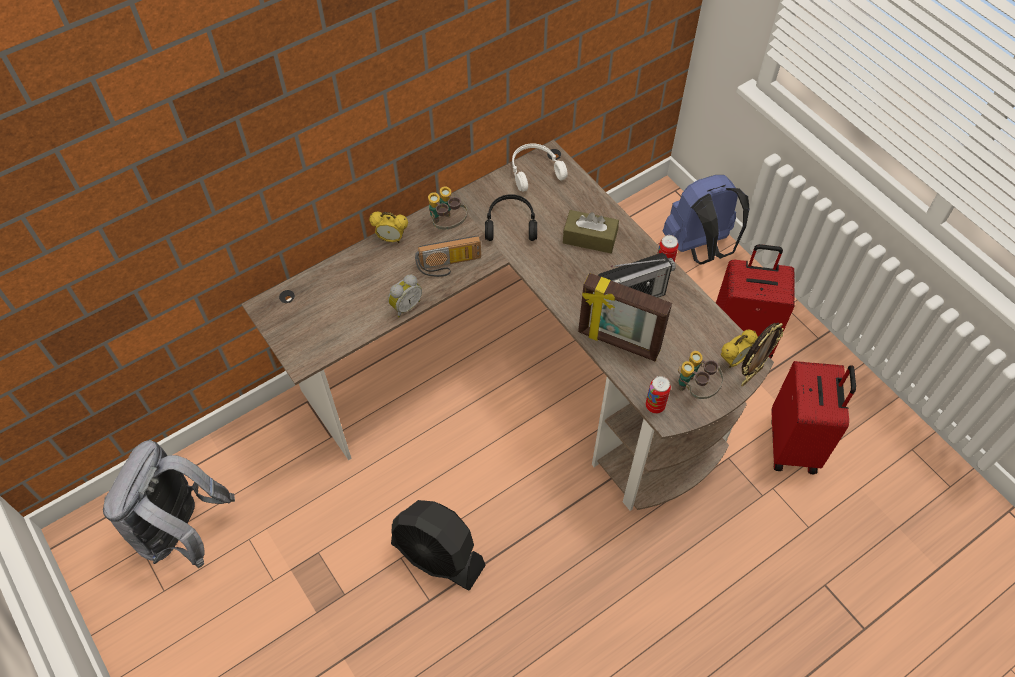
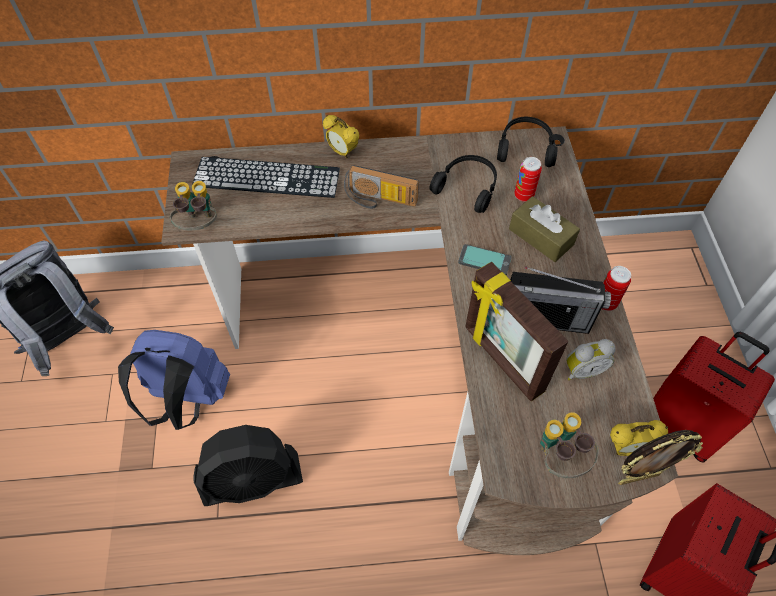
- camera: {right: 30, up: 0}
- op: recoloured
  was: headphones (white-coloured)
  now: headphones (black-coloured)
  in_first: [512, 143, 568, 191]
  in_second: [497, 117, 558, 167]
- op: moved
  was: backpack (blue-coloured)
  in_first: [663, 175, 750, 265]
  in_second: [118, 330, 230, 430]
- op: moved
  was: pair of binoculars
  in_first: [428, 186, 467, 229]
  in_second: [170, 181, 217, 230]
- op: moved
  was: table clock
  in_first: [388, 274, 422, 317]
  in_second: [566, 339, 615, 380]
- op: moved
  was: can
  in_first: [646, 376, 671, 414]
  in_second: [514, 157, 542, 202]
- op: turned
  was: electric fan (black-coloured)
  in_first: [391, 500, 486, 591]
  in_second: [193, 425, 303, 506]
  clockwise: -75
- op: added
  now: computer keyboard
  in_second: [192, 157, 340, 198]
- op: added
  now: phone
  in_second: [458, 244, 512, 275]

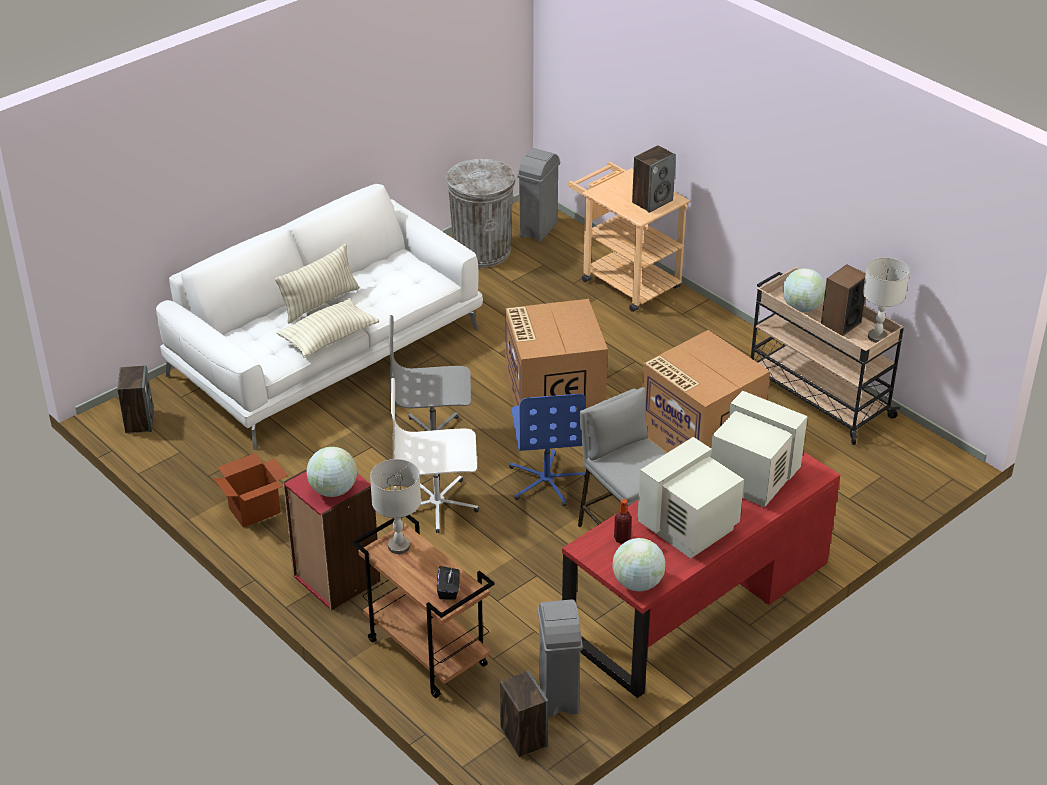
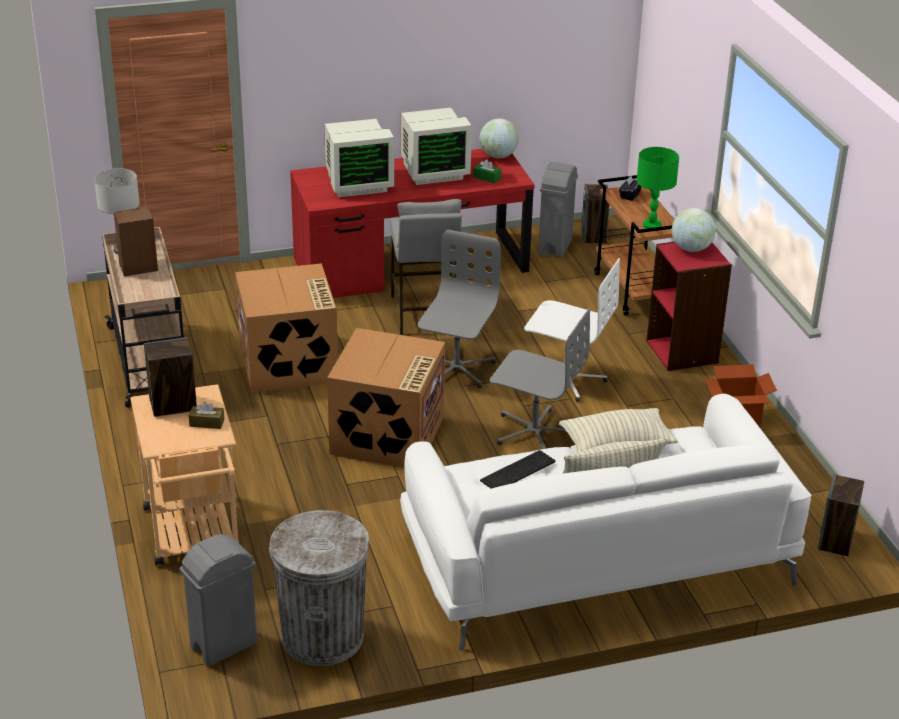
- camera: {right: -155, up: -5}
- op: removed
  was: desk globe
  in_first: [783, 268, 826, 312]
- op: turned
  was: monitor
  in_first: [711, 391, 807, 507]
  in_second: [324, 119, 394, 197]
  clockwise: -75
- op: recoloured
  was: desk chair (blue-coloured)
  now: desk chair (gray)
  in_first: [509, 394, 586, 507]
  in_second: [418, 230, 501, 388]
- op: recoloured
  was: table lamp (gray)
  now: table lamp (green-coloured)
  in_first: [370, 459, 421, 554]
  in_second: [637, 147, 679, 229]
- op: replaced
  was: bottle
  now: tissue box (green-coloured)
  in_first: [614, 499, 632, 544]
  in_second: [473, 159, 501, 183]
- op: added
  now: tissue box (brown-coloured)
  in_second: [189, 401, 224, 429]
- op: added
  now: computer keyboard
  in_second: [480, 450, 556, 489]

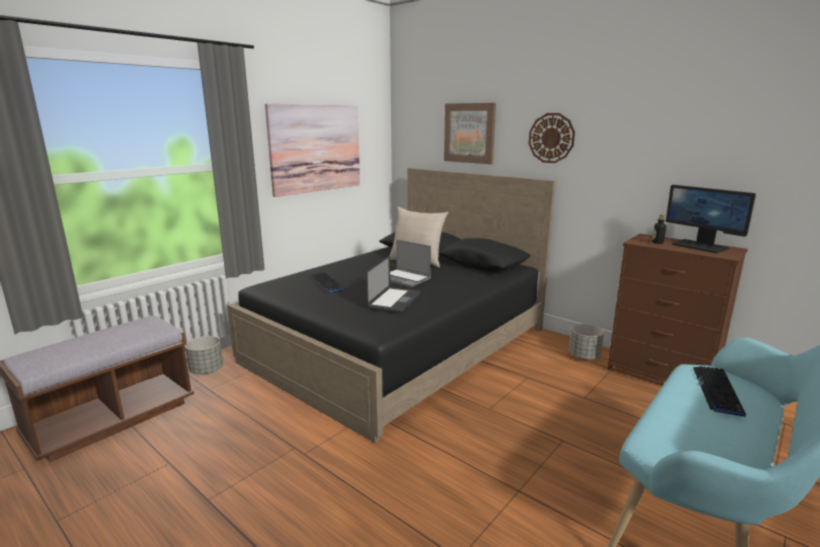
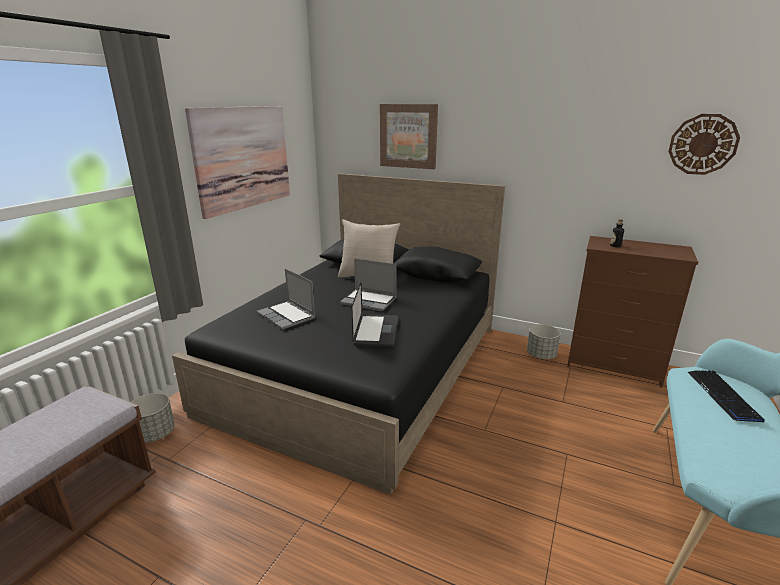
- camera: {right: -15, up: 5}
- op: moved
  was: hanging clock
  in_first: [529, 113, 575, 163]
  in_second: [668, 114, 740, 175]
- op: removed
  was: monitor
  in_first: [666, 185, 756, 253]
- op: replaced
  was: computer keyboard
  now: portable computer
  in_first: [309, 272, 345, 293]
  in_second: [257, 268, 315, 330]

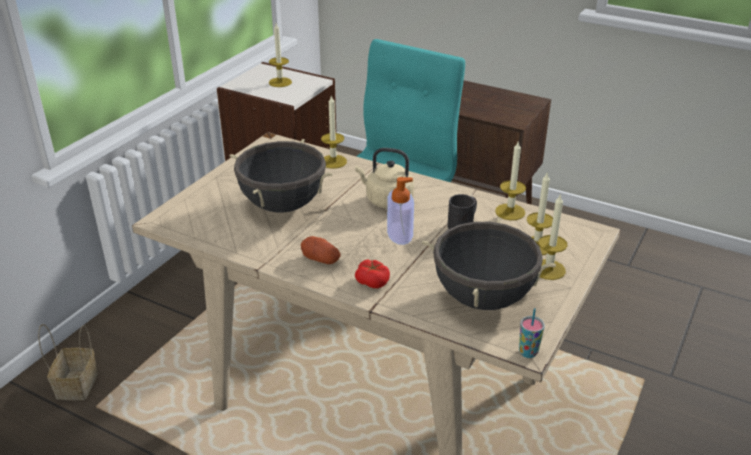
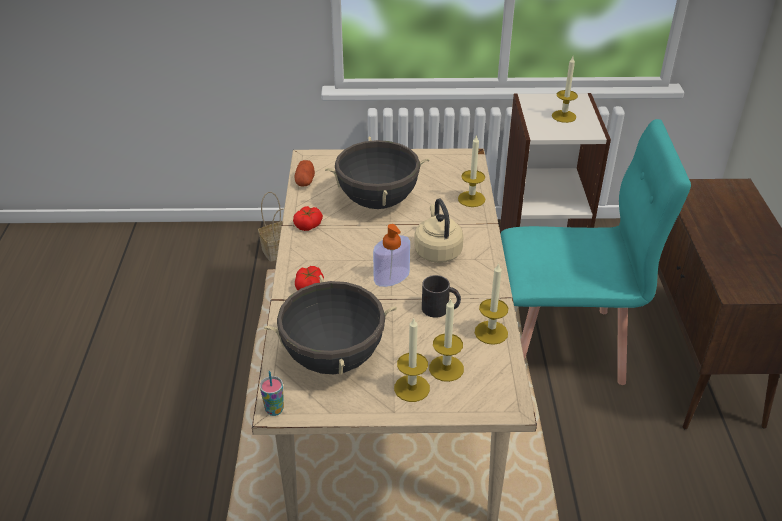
- camera: {right: 60, up: 5}
- op: moved
  was: spud
  in_first: [301, 236, 341, 264]
  in_second: [295, 160, 315, 187]
- op: added
  now: fresh tomato
  in_second: [293, 206, 323, 231]

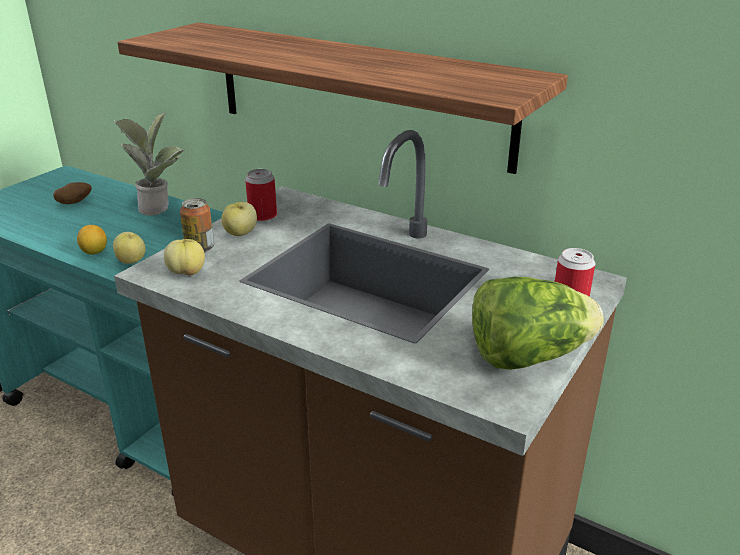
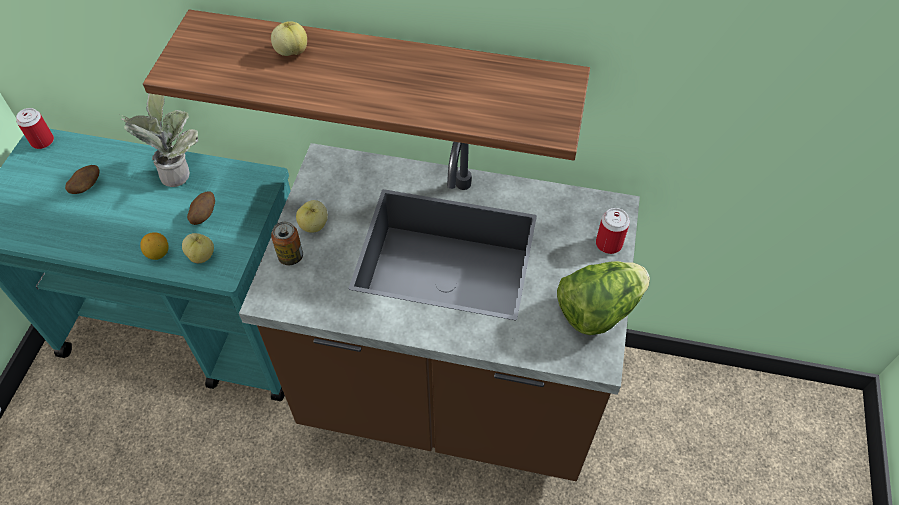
- camera: {right: -20, up: 25}
- op: moved
  was: can
  in_first: [245, 169, 277, 222]
  in_second: [16, 108, 54, 149]
- op: moved
  was: whole apple
  in_first: [164, 239, 205, 276]
  in_second: [271, 21, 307, 56]
- op: added
  now: spud
  in_second: [187, 191, 215, 225]

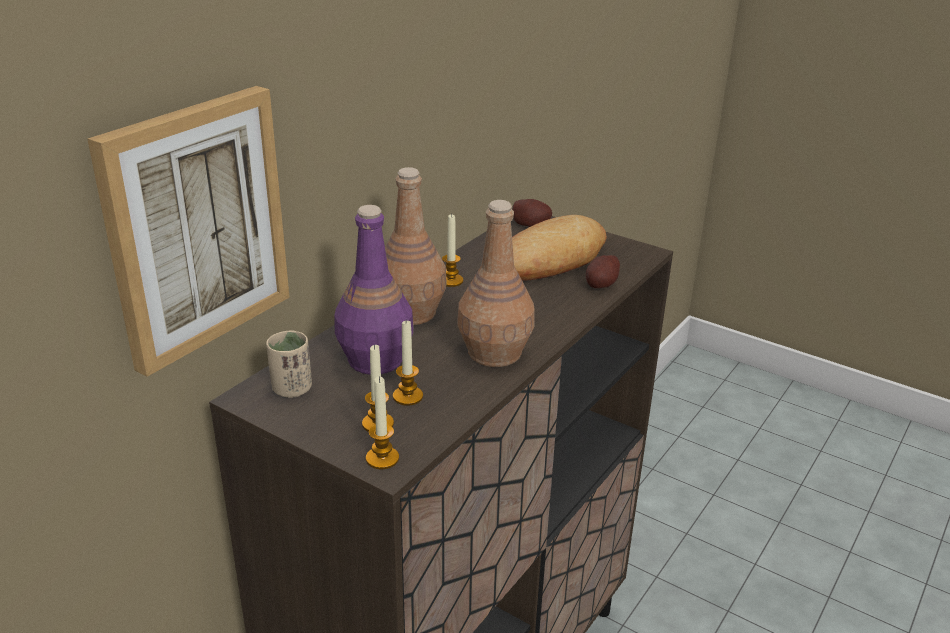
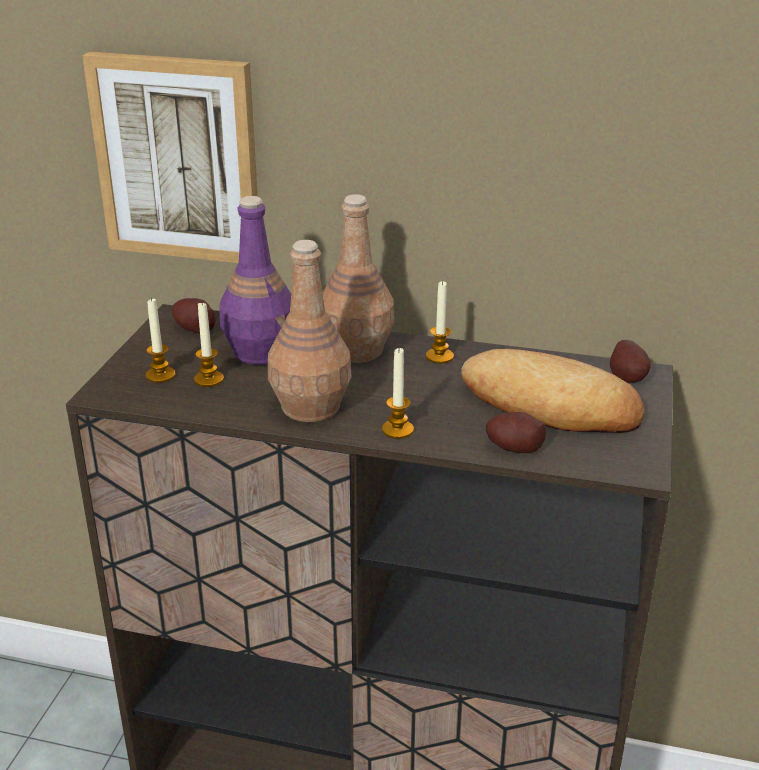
- camera: {right: 70, up: 0}
- op: replaced
  was: cup (beige-coloured)
  now: spud
  in_first: [266, 330, 312, 398]
  in_second: [172, 298, 216, 333]
- op: moved
  was: wax light
  in_first: [366, 377, 399, 469]
  in_second: [382, 348, 414, 439]

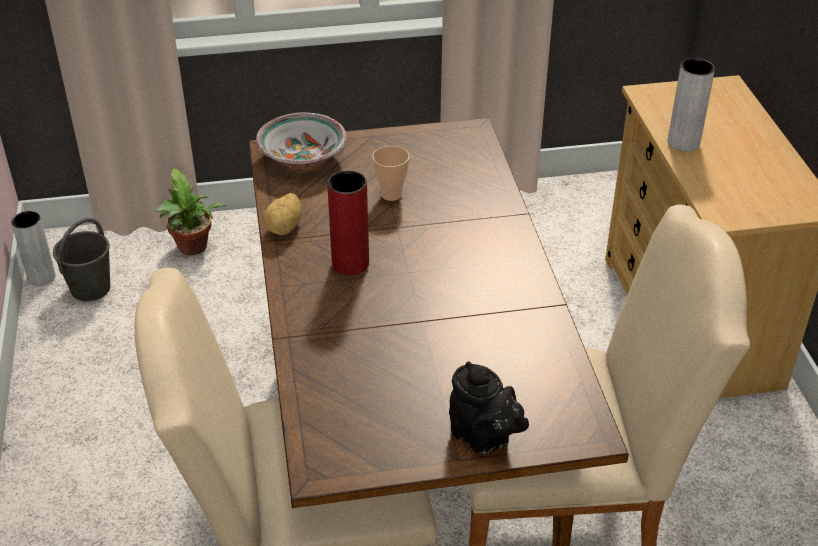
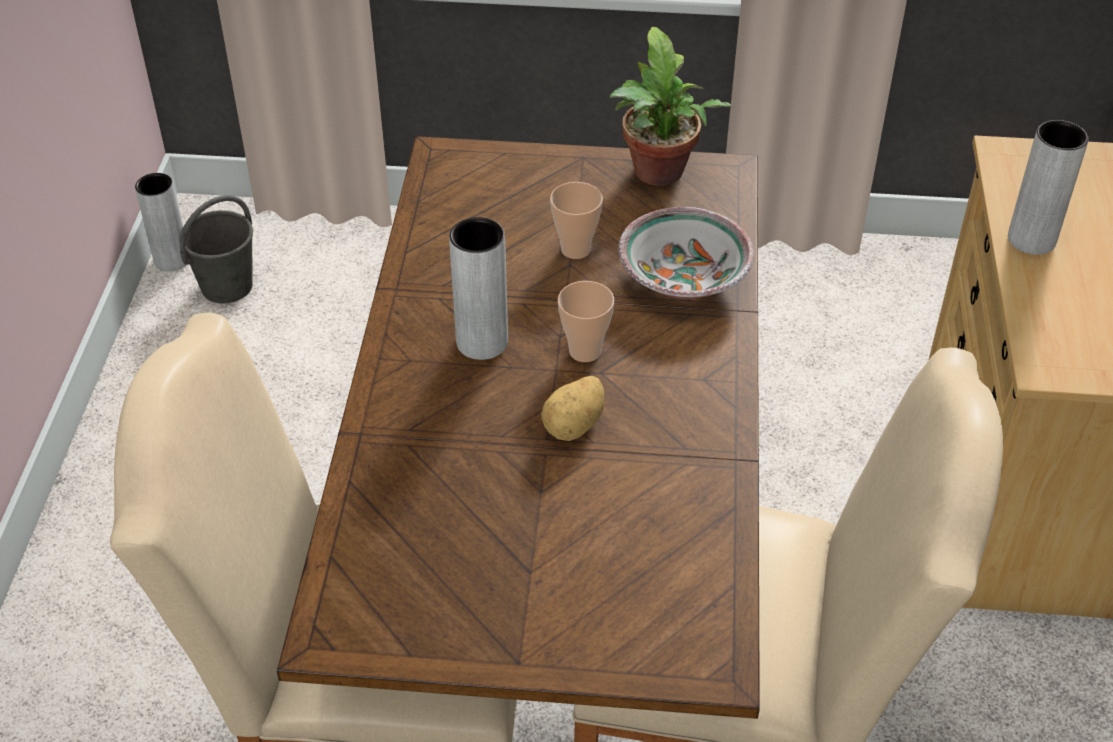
- camera: {right: 15, up: 5}
- op: moved
  was: deep dish
  in_first: [256, 112, 347, 169]
  in_second: [618, 207, 754, 299]
- op: moved
  was: houseplant
  in_first: [155, 168, 226, 255]
  in_second: [610, 27, 732, 185]
- op: recoloured
  was: vase (red)
  now: vase (gray)
  in_first: [327, 171, 369, 275]
  in_second: [449, 217, 508, 360]
- op: moved
  was: spud
  in_first: [263, 193, 302, 235]
  in_second: [541, 376, 604, 441]
- op: removed
  was: teapot (black-coloured)
  in_first: [449, 362, 529, 454]
- op: added
  now: cup
  in_second: [558, 281, 614, 362]

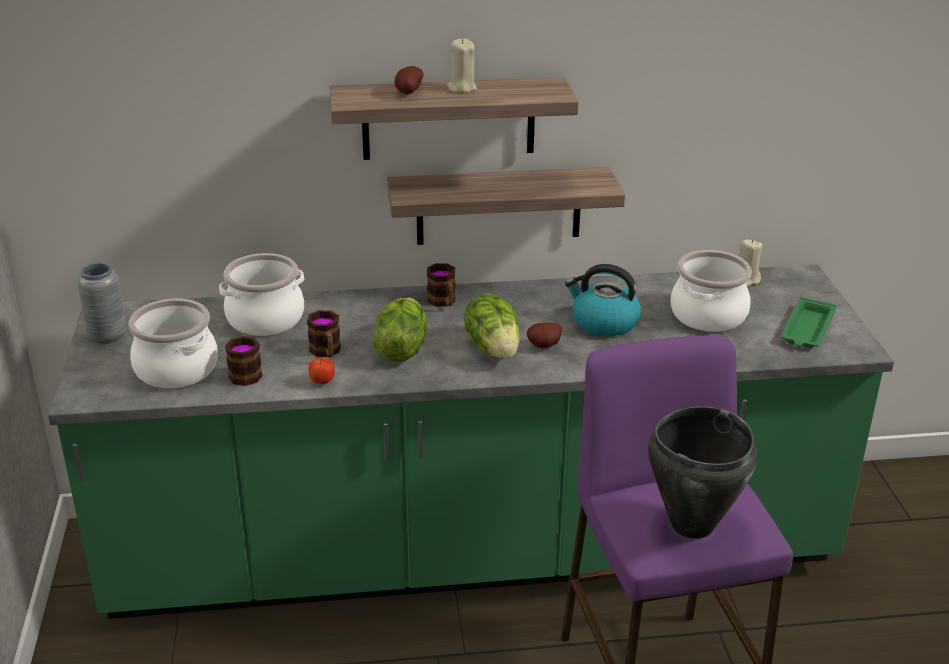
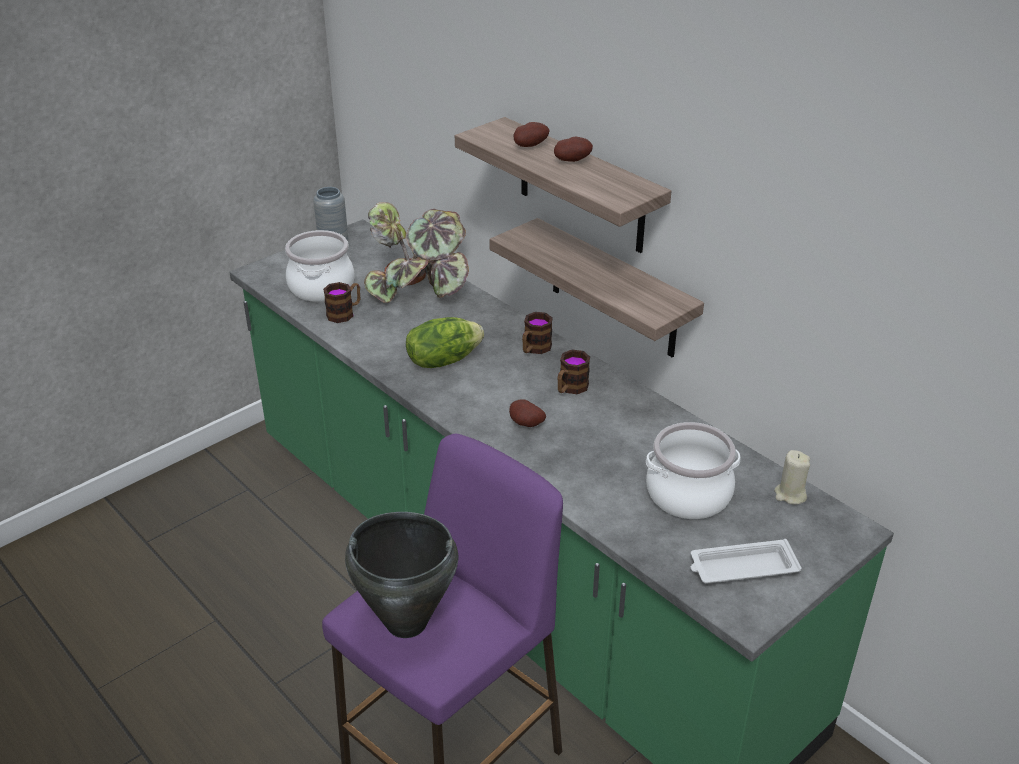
- camera: {right: 55, up: 5}
- op: replaced
  was: wax light (beige-coloured)
  now: spud
  in_first: [447, 38, 477, 93]
  in_second: [554, 136, 593, 162]
- op: replaced
  was: saucepot
  now: houseplant
  in_first: [219, 253, 304, 336]
  in_second: [364, 202, 469, 303]
- op: removed
  was: tea kettle
  in_first: [565, 264, 641, 336]
- op: removed
  was: lettuce
  in_first: [464, 293, 520, 359]
- op: recoloured
  was: carrying tray (green-coloured)
  now: carrying tray (white-coloured)
  in_first: [781, 297, 837, 348]
  in_second: [691, 539, 802, 583]
- op: moved
  was: coffee mug
  in_first: [307, 310, 341, 357]
  in_second: [558, 350, 590, 394]
- op: removed
  was: whole apple
  in_first: [309, 358, 335, 384]

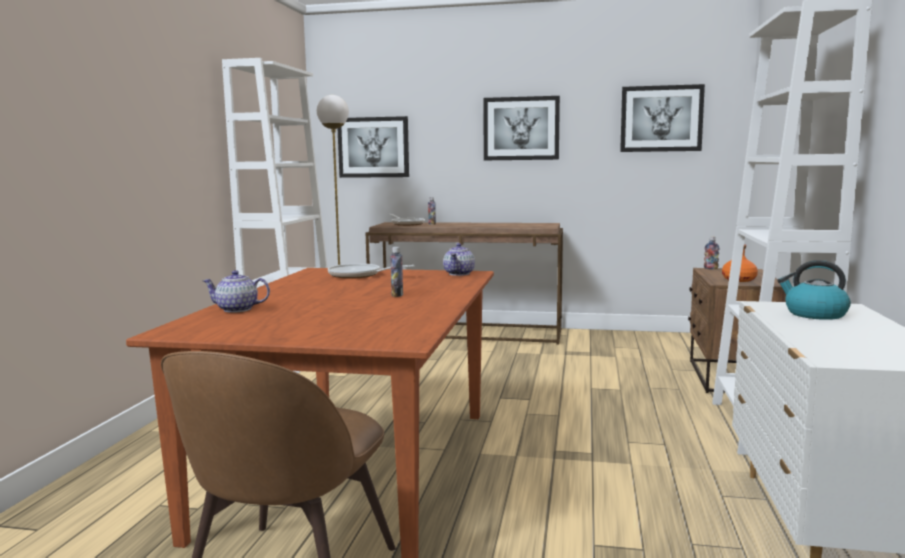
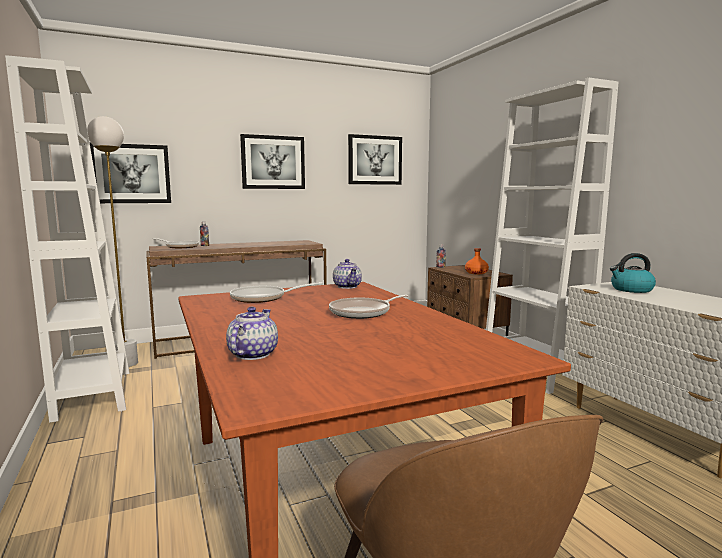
- camera: {right: -35, up: 0}
- op: replaced
  was: bottle
  now: pan
  in_first: [390, 247, 403, 297]
  in_second: [329, 295, 409, 319]
- op: turned
  was: teapot
  in_first: [203, 270, 270, 313]
  in_second: [226, 307, 278, 360]
  clockwise: 135

